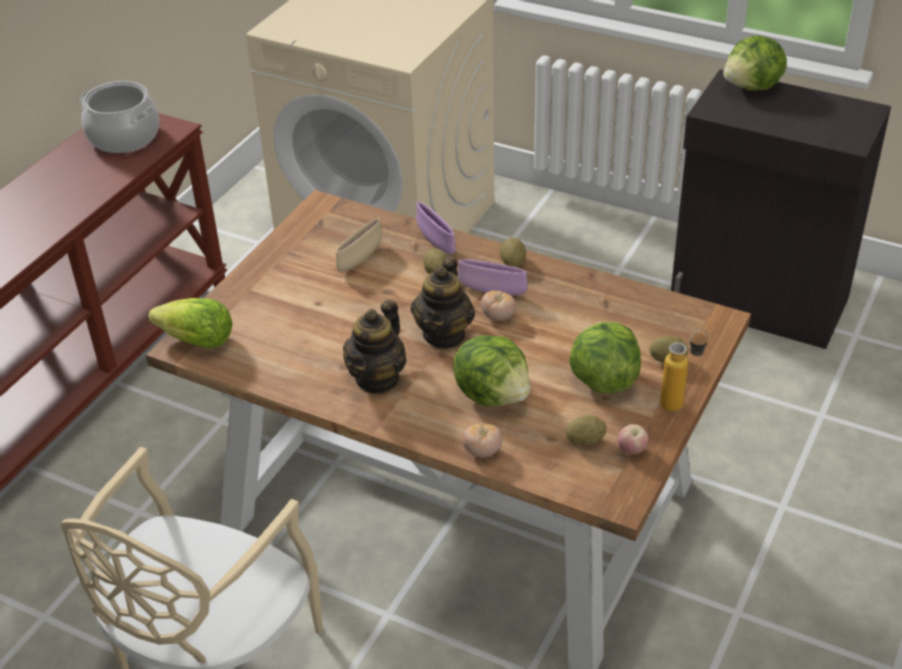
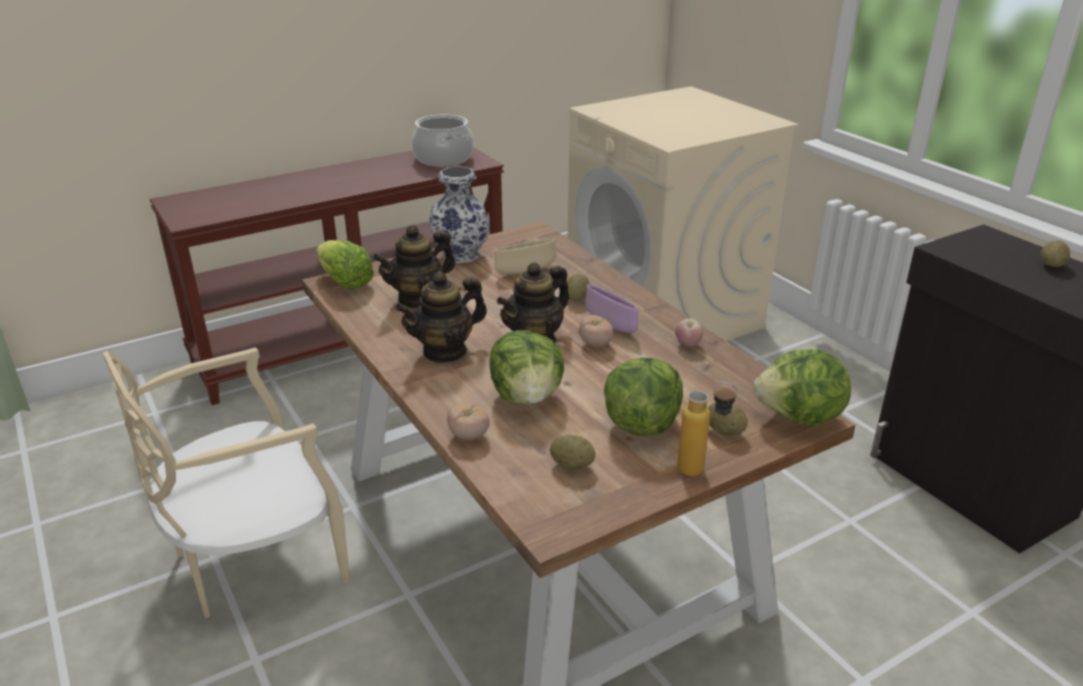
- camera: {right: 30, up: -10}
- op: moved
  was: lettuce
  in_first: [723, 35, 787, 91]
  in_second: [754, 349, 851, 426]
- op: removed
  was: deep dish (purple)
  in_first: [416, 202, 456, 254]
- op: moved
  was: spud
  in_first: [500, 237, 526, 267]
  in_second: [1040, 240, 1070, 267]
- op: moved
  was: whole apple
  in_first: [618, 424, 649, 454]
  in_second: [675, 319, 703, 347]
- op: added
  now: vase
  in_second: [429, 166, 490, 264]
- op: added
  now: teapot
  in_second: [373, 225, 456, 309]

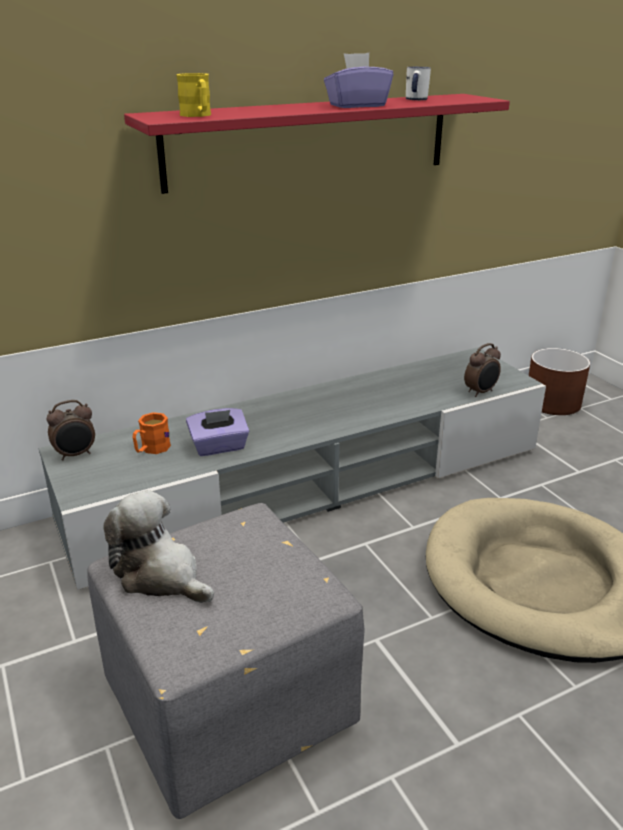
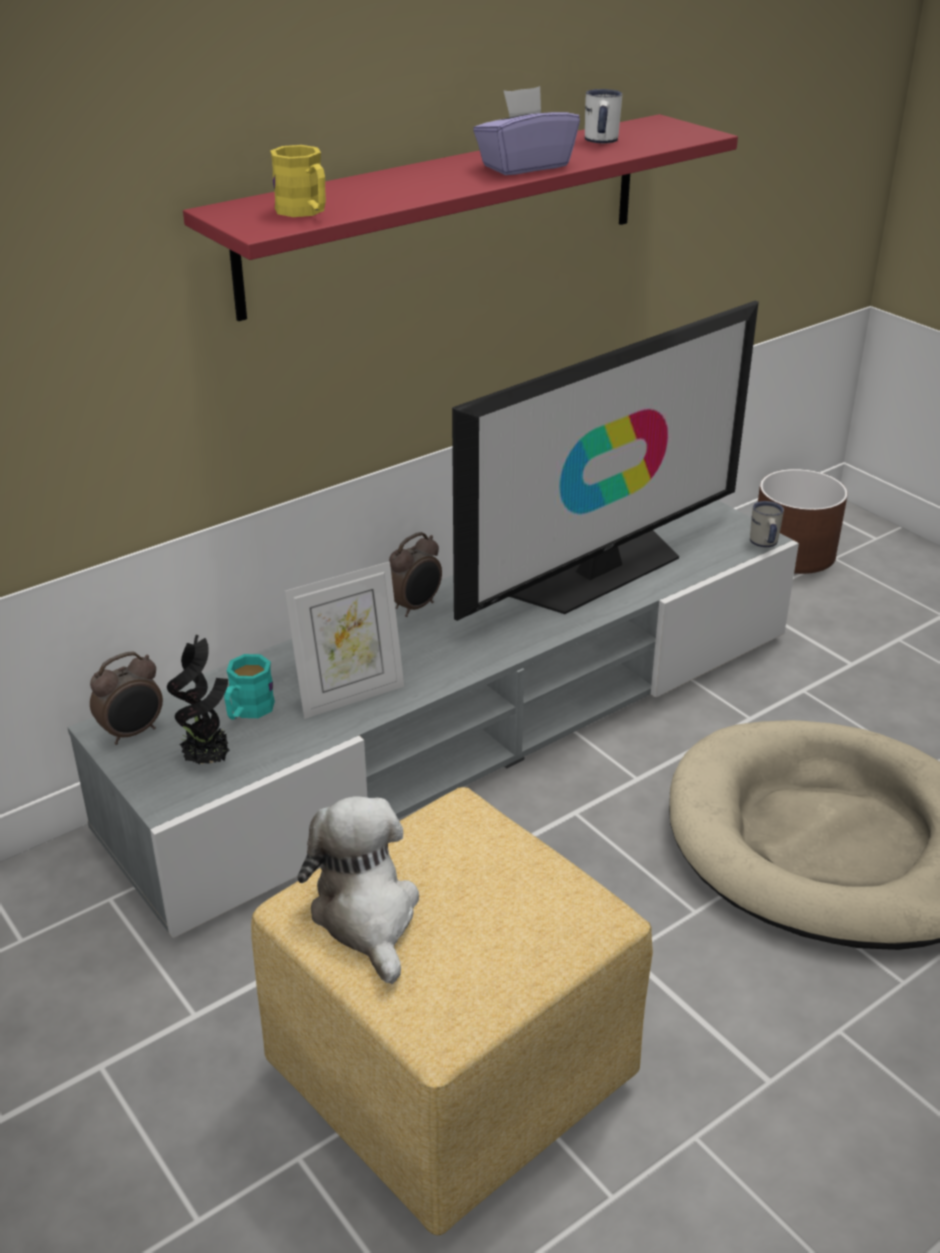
- camera: {right: -10, up: 5}
- op: moved
  was: table clock
  in_first: [464, 343, 501, 397]
  in_second: [389, 532, 442, 617]
- op: replaced
  was: tissue box (purple)
  now: standing frame
  in_first: [186, 408, 249, 456]
  in_second: [285, 562, 404, 719]
- op: recoloured
  was: coffee mug (orangey)
  now: coffee mug (turquoise)
  in_first: [132, 412, 171, 454]
  in_second: [224, 654, 275, 720]
- op: turned
  was: soft toy
  in_first: [103, 490, 214, 603]
  in_second: [298, 796, 419, 984]
  clockwise: 45
- op: recoloured
  was: footrest (gray)
  now: footrest (yellow-coloured)
  in_first: [87, 503, 365, 819]
  in_second: [251, 787, 653, 1236]
- op: added
  now: television
  in_second: [452, 301, 759, 621]
- op: added
  now: coffee mug (white-coloured)
  in_second: [750, 501, 784, 547]
- op: added
  now: houseplant
  in_second: [167, 635, 230, 765]

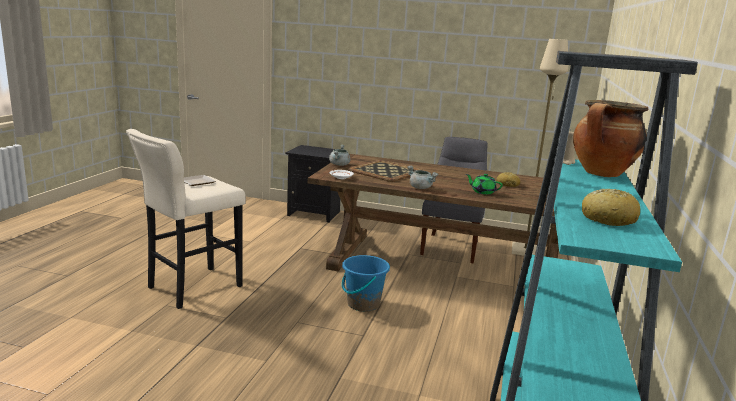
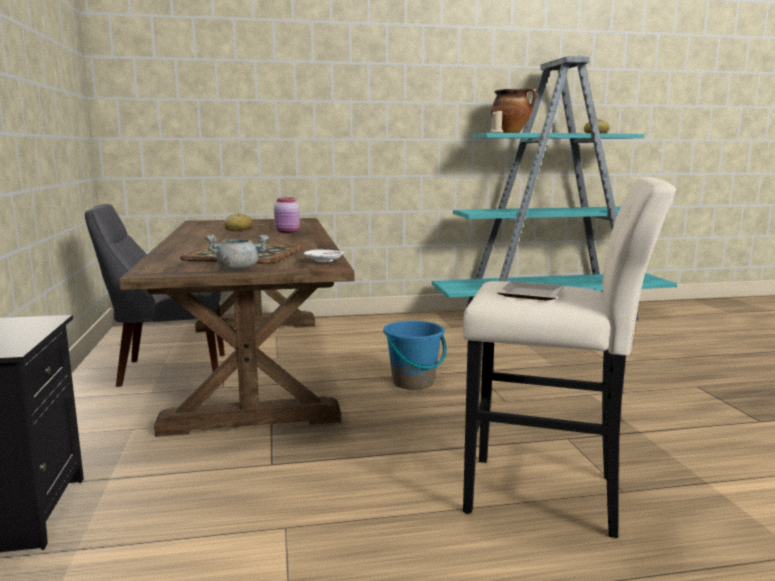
- camera: {right: -115, up: -5}
- op: removed
  was: floor lamp (beige-coloured)
  in_first: [512, 39, 568, 256]
- op: removed
  was: saucepot (gray)
  in_first: [407, 166, 438, 189]
- op: replaced
  was: teapot (green-coloured)
  now: storage jar (pinkish)
  in_first: [466, 174, 503, 194]
  in_second: [274, 198, 300, 233]

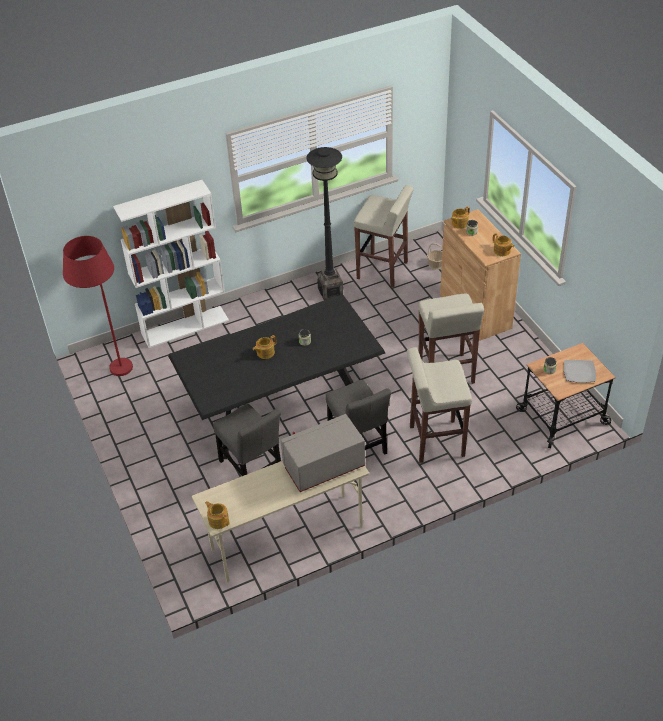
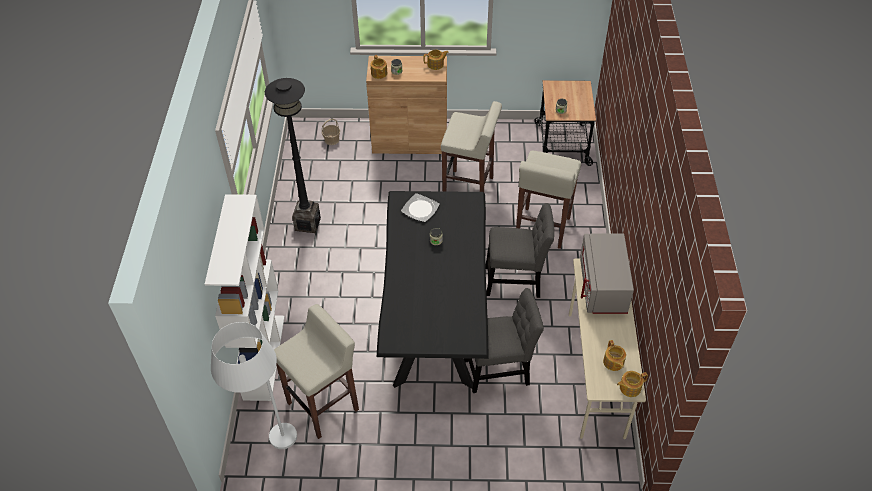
- camera: {right: -65, up: 5}
- op: moved
  was: stool (beige-coloured)
  in_first: [353, 185, 413, 288]
  in_second: [274, 304, 359, 439]
- op: recoloured
  was: floor lamp (red)
  now: floor lamp (white-coloured)
  in_first: [63, 236, 133, 376]
  in_second: [211, 322, 297, 449]
- op: moved
  was: teapot
  in_first: [253, 335, 277, 359]
  in_second: [603, 340, 626, 371]
- op: moved
  was: plate
  in_first: [564, 360, 596, 383]
  in_second: [401, 193, 440, 222]

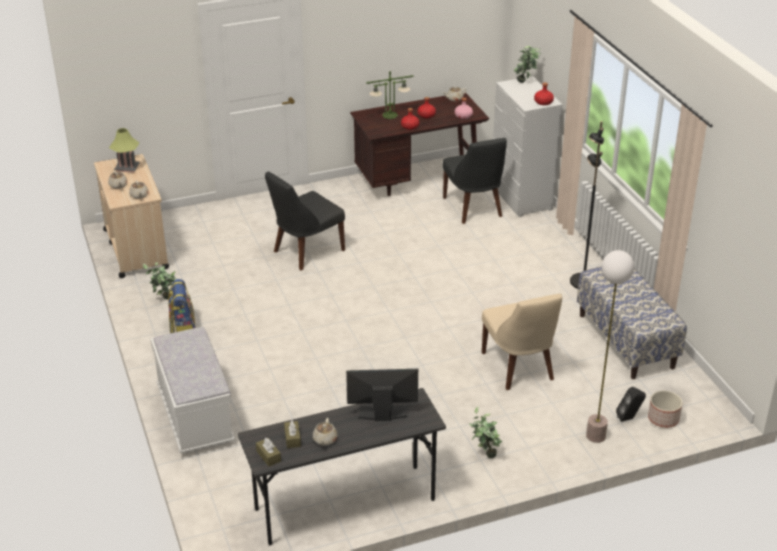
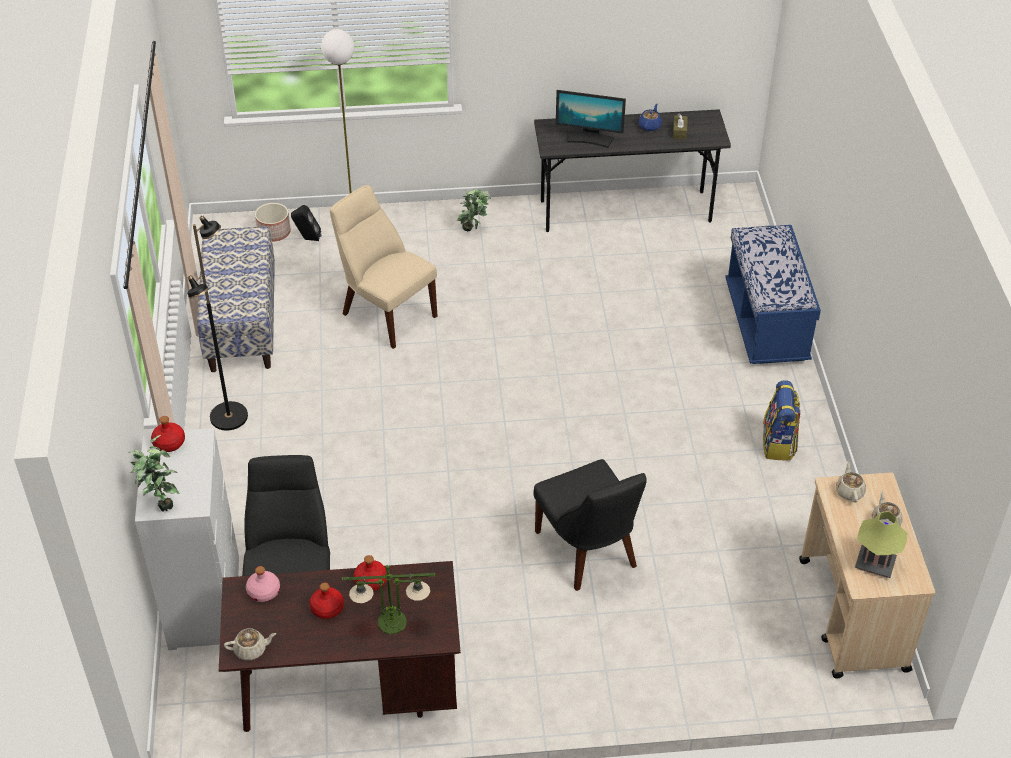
- camera: {right: -165, up: 10}
- op: turned
  was: upright chair (black-coloured)
  in_first: [265, 171, 345, 270]
  in_second: [534, 459, 647, 591]
  clockwise: 90
- op: removed
  was: houseplant
  in_first: [143, 262, 177, 299]
- op: turned
  was: upright chair (beige-coloured)
  in_first: [482, 294, 562, 390]
  in_second: [330, 185, 437, 349]
  clockwise: -45
- op: recoloured
  was: long seat (white-coloured)
  now: long seat (blue-coloured)
  in_first: [150, 327, 235, 454]
  in_second: [725, 225, 821, 364]
- op: recoloured
  was: teapot (beige-coloured)
  now: teapot (blue-coloured)
  in_first: [313, 418, 337, 446]
  in_second: [638, 104, 662, 131]
- op: removed
  was: tissue box (brown-coloured)
  in_first: [256, 438, 281, 467]

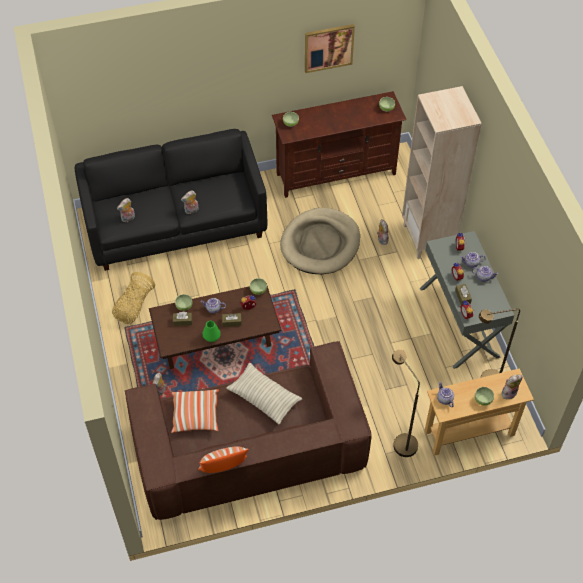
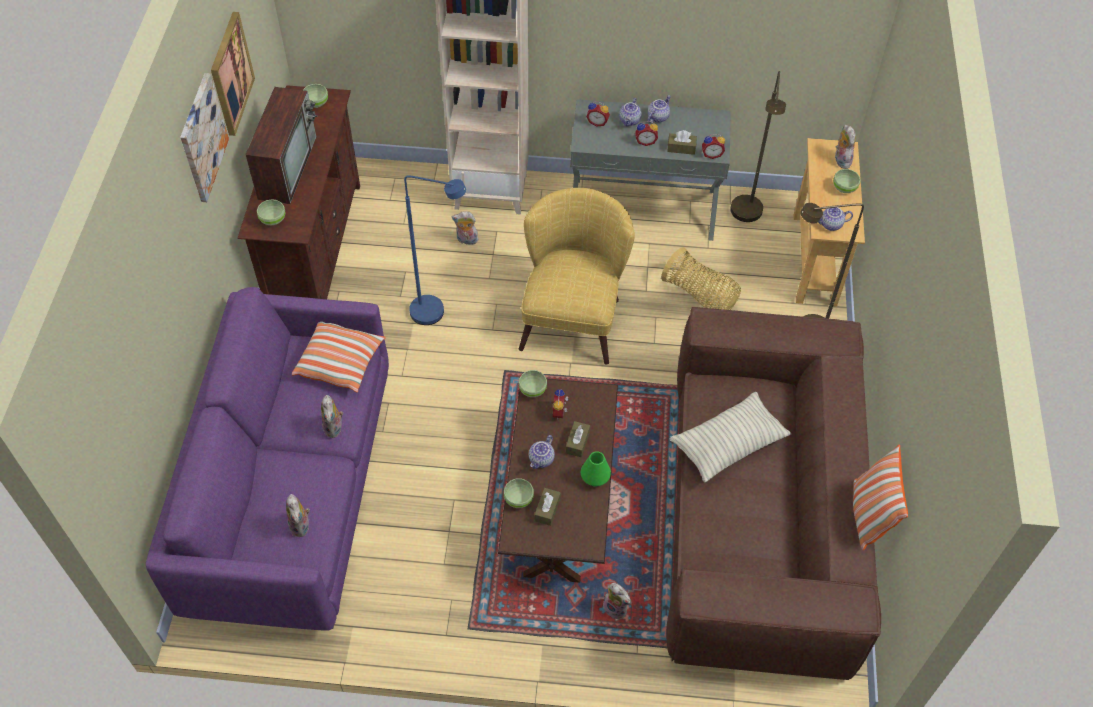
- camera: {right: -70, up: 0}
- op: recoloured
  was: settee (black-coloured)
  now: settee (purple)
  in_first: [75, 129, 267, 271]
  in_second: [146, 287, 389, 631]
- op: replaced
  was: dog cushion (beige-coloured)
  now: floor lamp (blue-coloured)
  in_first: [280, 208, 360, 274]
  in_second: [404, 175, 466, 325]
- op: moved
  was: household basket
  in_first: [112, 272, 155, 324]
  in_second: [661, 247, 741, 310]
- op: moved
  was: pillow
  in_first: [171, 389, 219, 433]
  in_second: [292, 322, 386, 392]
- op: added
  now: wall picture
  in_second: [180, 73, 229, 202]
- op: added
  now: television
  in_second: [245, 87, 318, 204]
- op: added
  now: lounge chair (yellow-coloured)
  in_second: [519, 188, 635, 365]

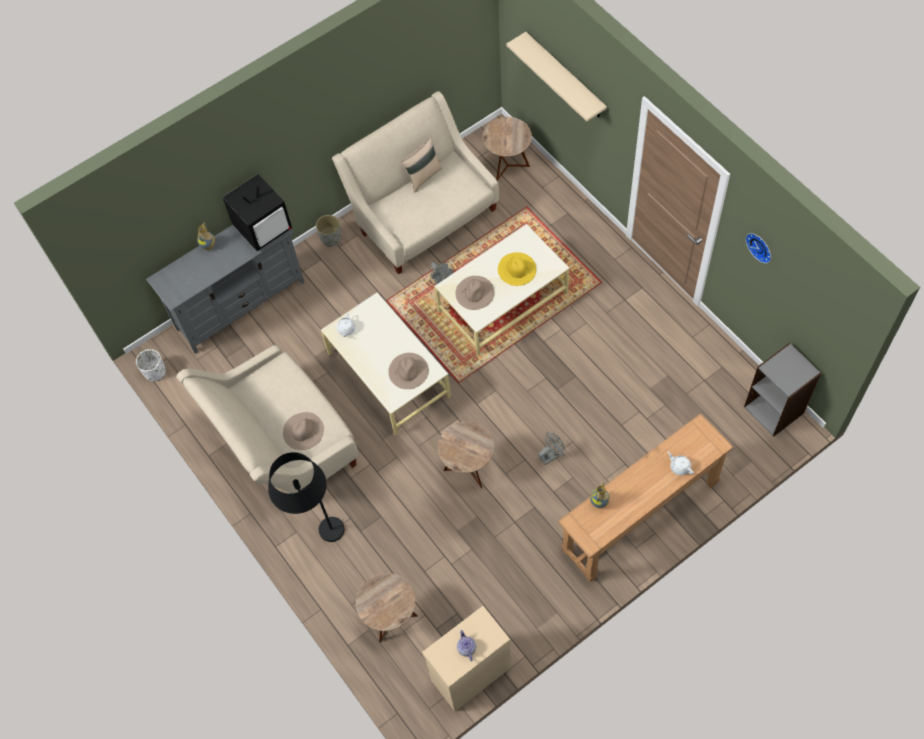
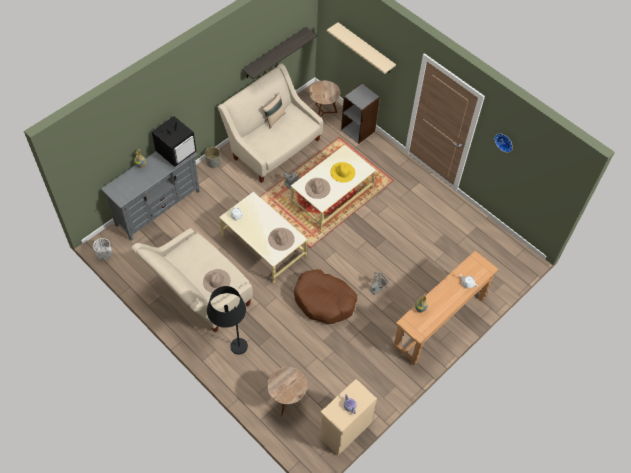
- camera: {right: -15, up: -5}
- op: moved
  was: shelving unit (gray)
  in_first: [744, 343, 822, 436]
  in_second: [341, 83, 380, 144]
- op: replaced
  was: side table (brown-coloured)
  now: dog cushion (brown-coloured)
  in_first: [438, 421, 494, 489]
  in_second: [294, 269, 357, 324]
- op: added
  now: wall shelf
  in_second: [242, 27, 317, 79]

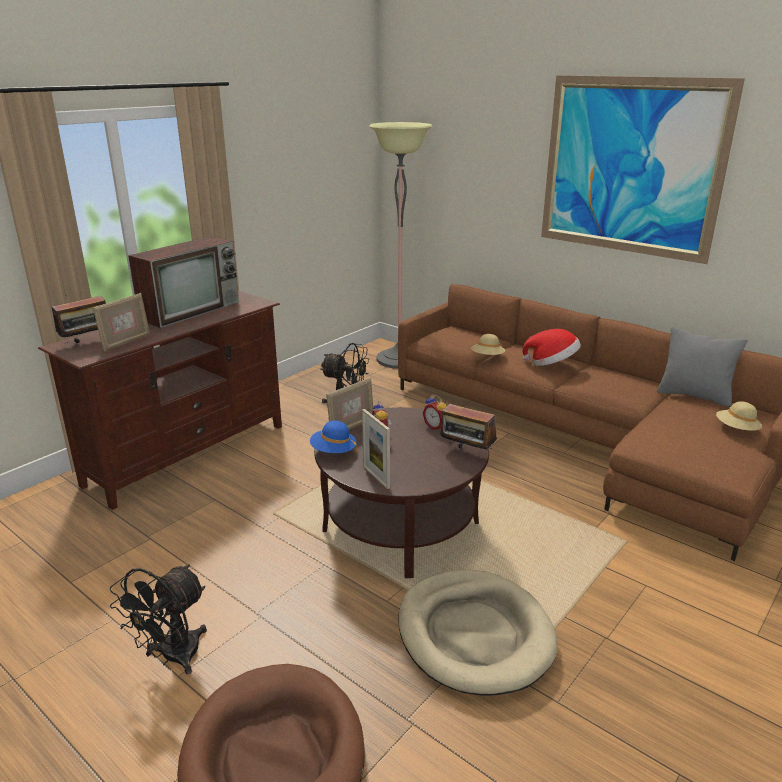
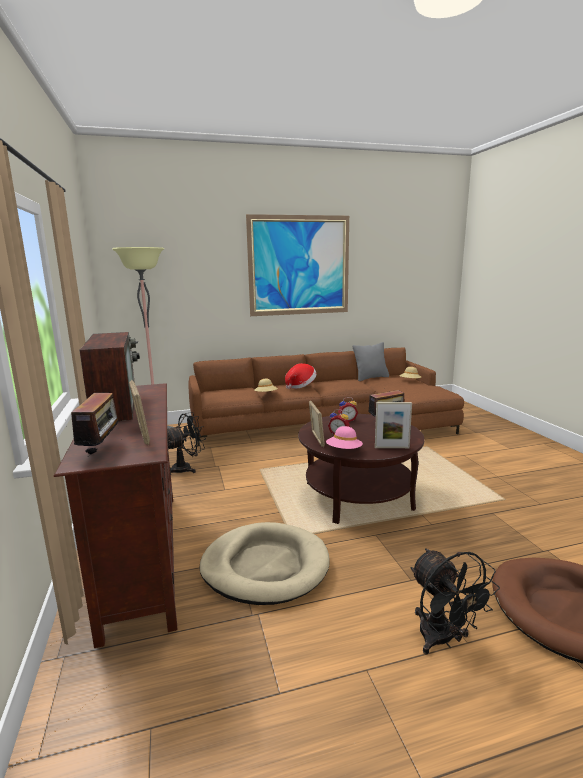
- camera: {right: -55, up: -10}
- op: recoloured
  was: hat (blue-coloured)
  now: hat (pinkish)
  in_first: [310, 420, 357, 453]
  in_second: [326, 426, 363, 449]
- op: moved
  was: dog cushion (beige-coloured)
  in_first: [398, 570, 558, 696]
  in_second: [199, 522, 330, 605]

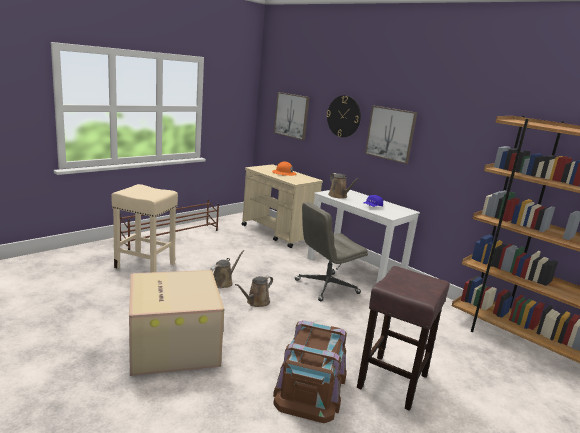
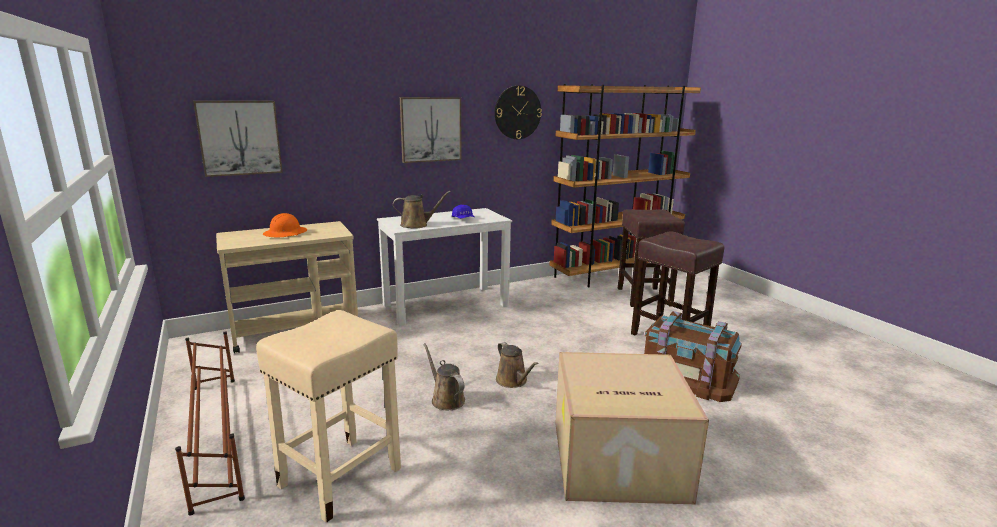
- camera: {right: -70, up: 0}
- op: moved
  was: hanging clock
  in_first: [327, 95, 361, 137]
  in_second: [495, 86, 542, 139]
- op: removed
  was: desk chair (gray)
  in_first: [295, 202, 368, 301]
- op: added
  now: stool (brown-coloured)
  in_second: [618, 209, 685, 307]

